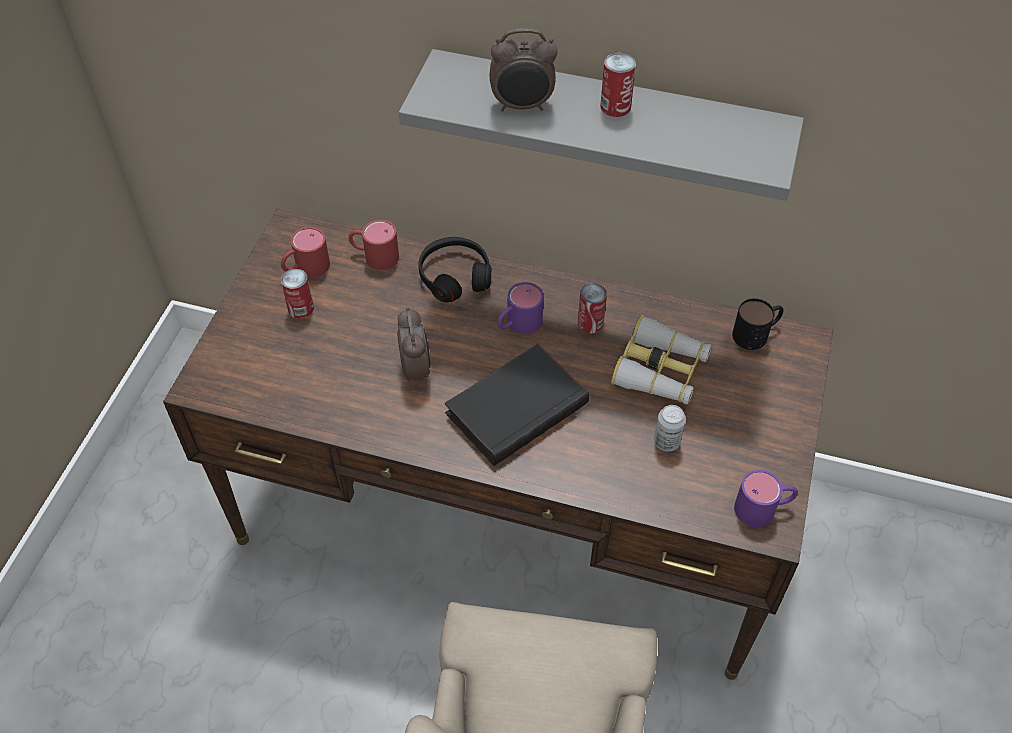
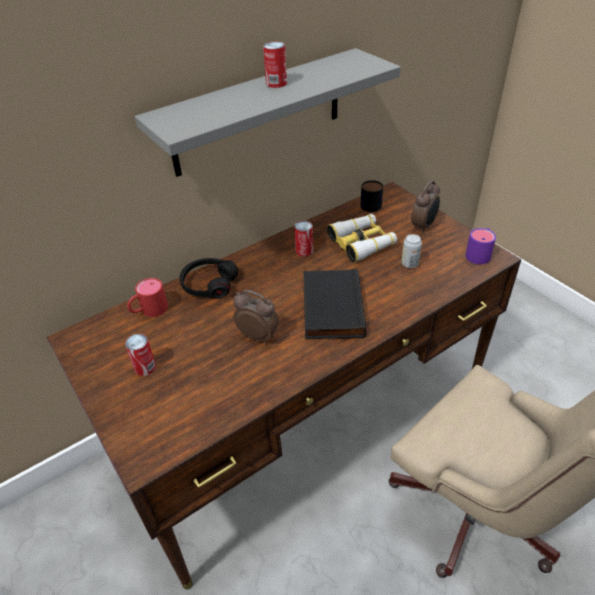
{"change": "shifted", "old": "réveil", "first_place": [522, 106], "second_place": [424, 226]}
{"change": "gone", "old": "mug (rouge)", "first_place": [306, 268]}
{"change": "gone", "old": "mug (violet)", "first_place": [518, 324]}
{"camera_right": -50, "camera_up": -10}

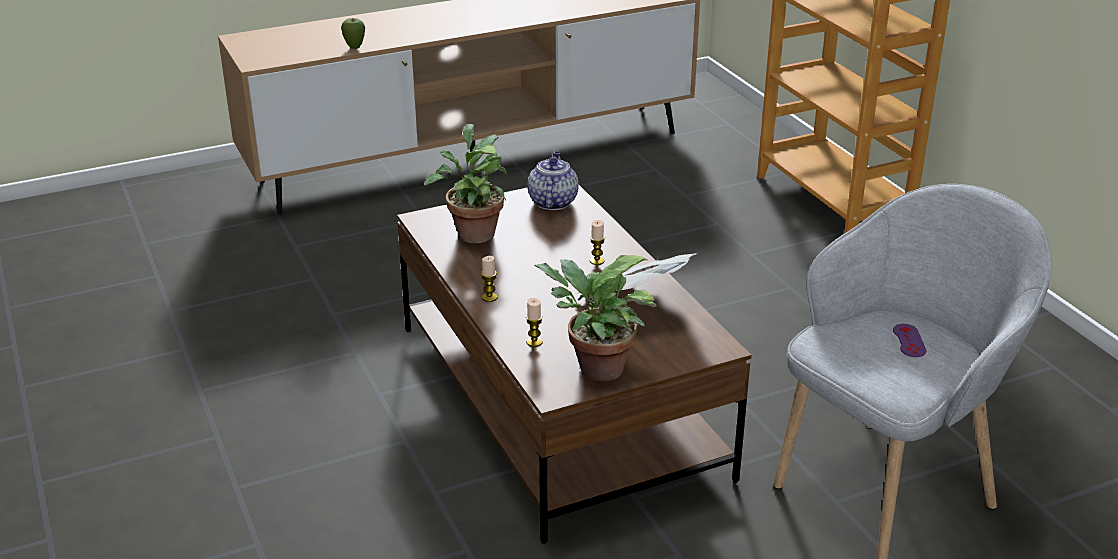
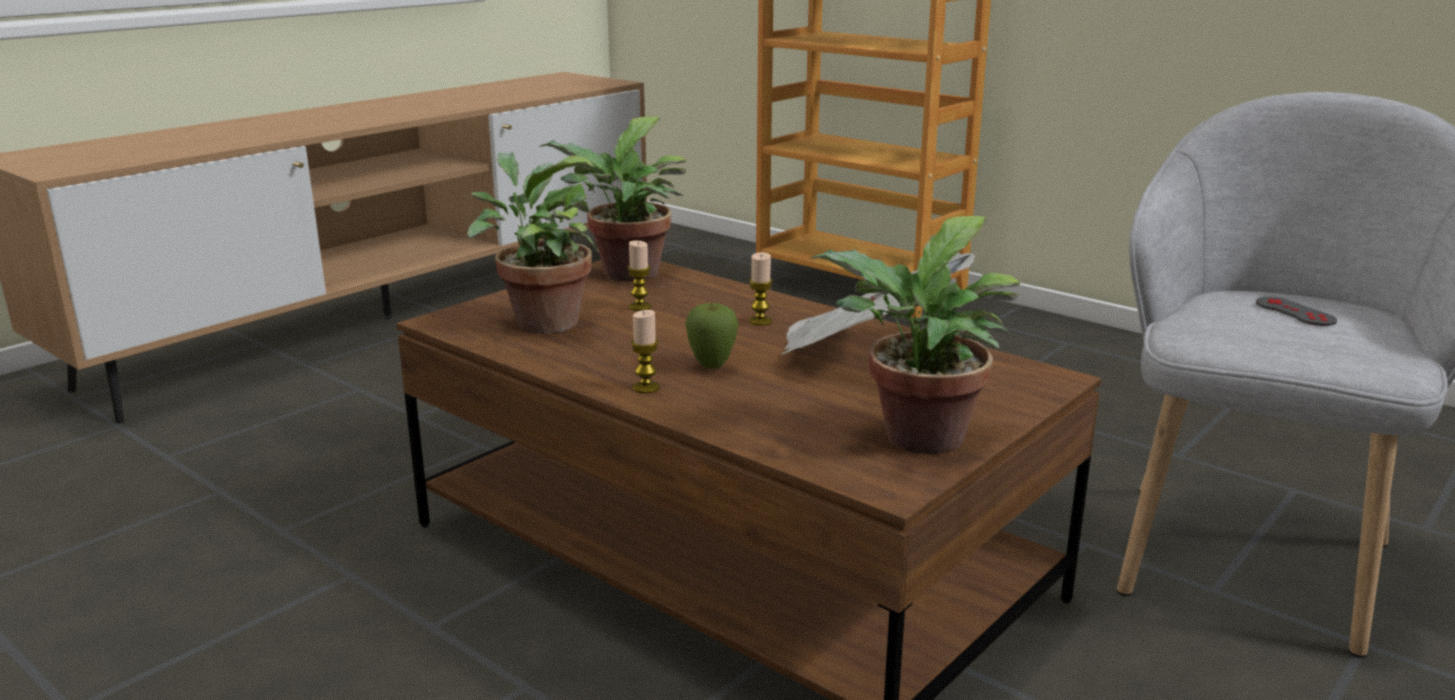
{"change": "swapped", "old": "théière", "new": "plante en pot", "first_place": [552, 202], "second_place": [625, 275]}
{"change": "shifted", "old": "bougie", "first_place": [534, 342], "second_place": [640, 307]}
{"change": "shifted", "old": "pomme", "first_place": [354, 48], "second_place": [712, 367]}
{"change": "repainted", "old": "manette (violet)", "new": "manette (gris)", "first_place": [909, 341], "second_place": [1295, 312]}
{"camera_right": -25, "camera_up": -10}

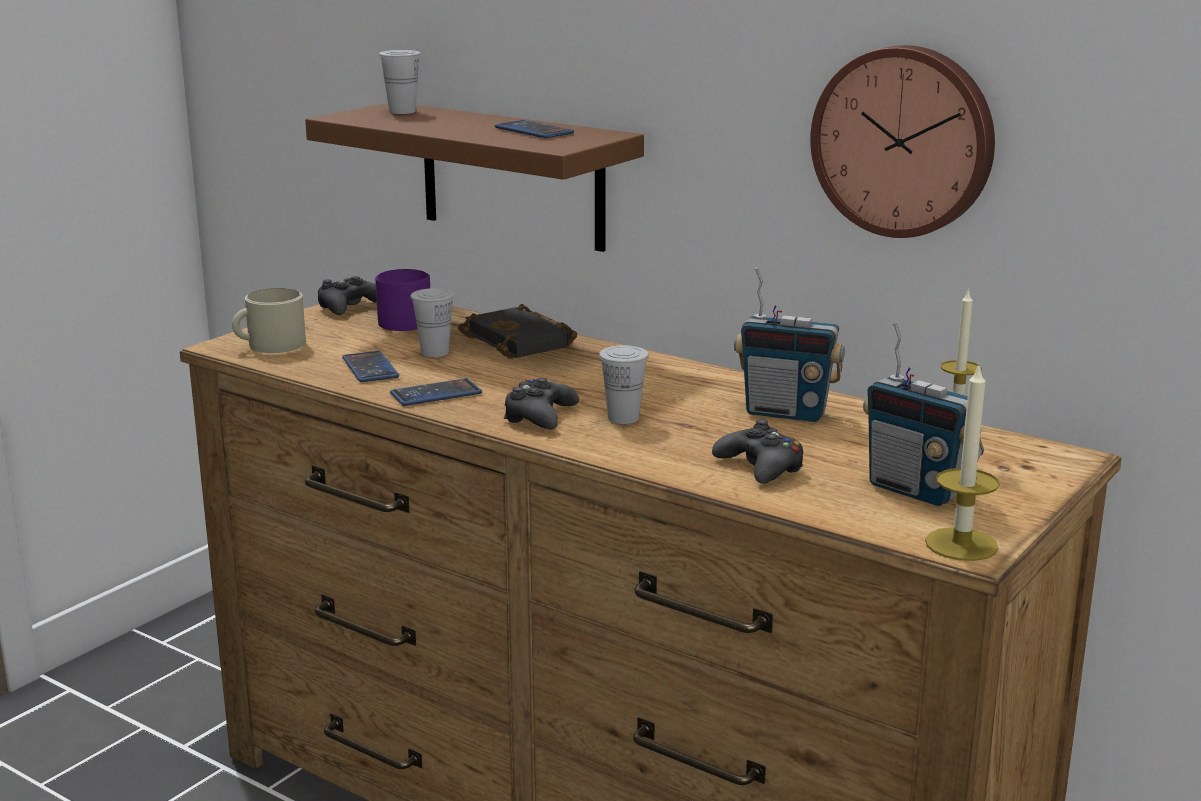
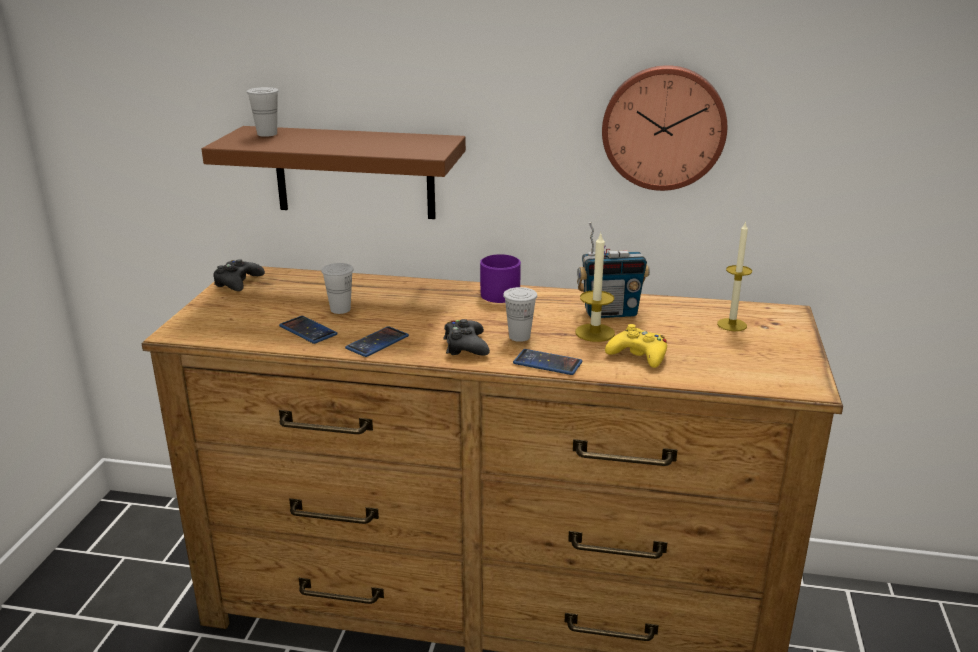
{"change": "shifted", "old": "mug (violet)", "first_place": [404, 320], "second_place": [496, 293]}
{"change": "shifted", "old": "téléphone", "first_place": [534, 131], "second_place": [547, 363]}
{"change": "shifted", "old": "bougie", "first_place": [961, 544], "second_place": [595, 333]}
{"change": "repainted", "old": "manette (noir)", "new": "manette (jaune)", "first_place": [760, 467], "second_place": [638, 355]}
{"change": "gone", "old": "mug (beige)", "first_place": [269, 345]}
{"change": "gone", "old": "livre (noir)", "first_place": [522, 341]}
{"change": "gone", "old": "radio", "first_place": [916, 490]}
{"camera_right": -25, "camera_up": 5}

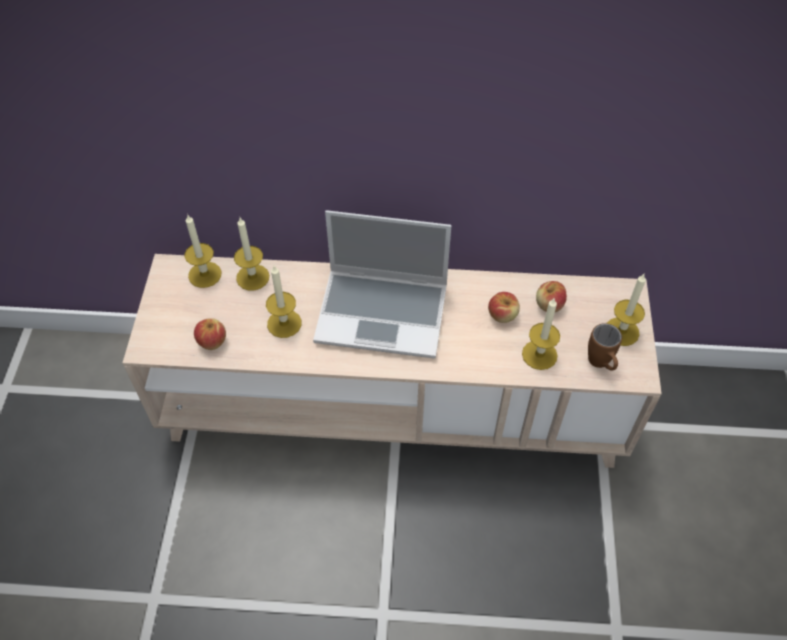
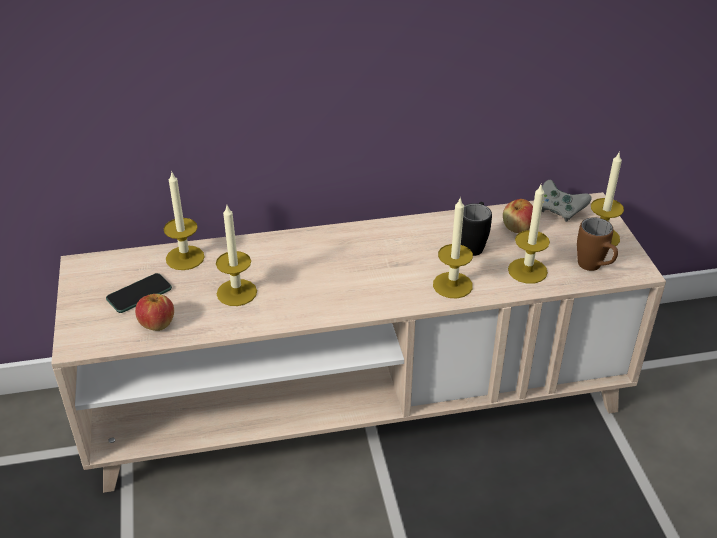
{"change": "new", "new": "téléphone", "second_place": [139, 294]}
{"change": "shifted", "old": "bougie", "first_place": [205, 274], "second_place": [452, 285]}
{"change": "swapped", "old": "pomme", "new": "mug (noir)", "first_place": [502, 315], "second_place": [473, 244]}
{"change": "new", "new": "manette (gris)", "second_place": [559, 211]}
{"change": "gone", "old": "ordinateur portable", "first_place": [384, 313]}
{"camera_right": -15, "camera_up": -15}

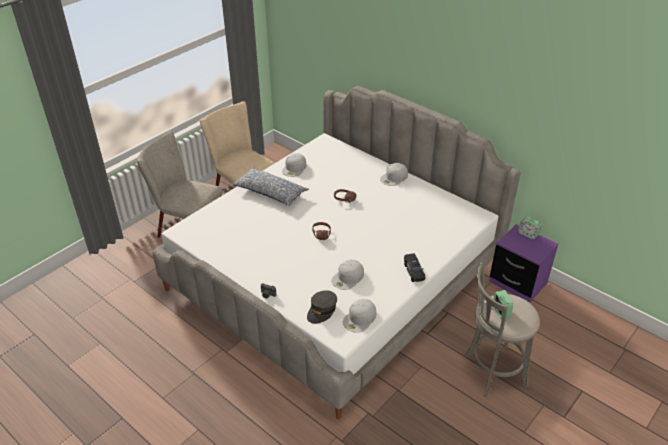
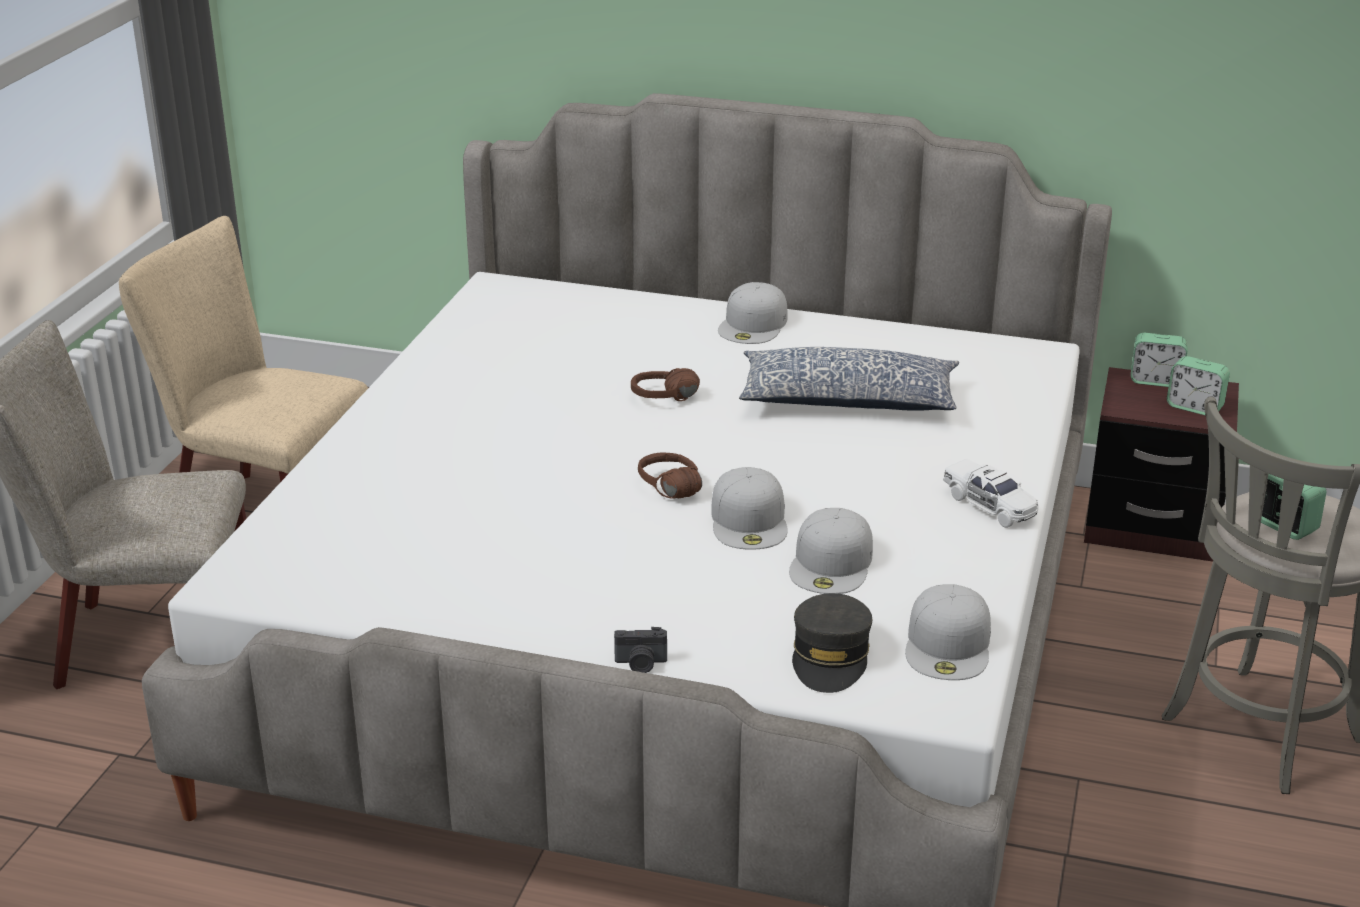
{"change": "shifted", "old": "casquette (blanc)", "first_place": [294, 168], "second_place": [750, 520]}
{"change": "shifted", "old": "coussin", "first_place": [270, 193], "second_place": [848, 402]}
{"change": "repainted", "old": "petite voiture (noir)", "new": "petite voiture (blanc)", "first_place": [414, 272], "second_place": [990, 506]}
{"change": "repainted", "old": "table de chevet (violet)", "new": "table de chevet (marron)", "first_place": [517, 282], "second_place": [1151, 527]}
{"change": "new", "new": "réveil", "second_place": [1194, 407]}
{"camera_right": -25, "camera_up": -10}

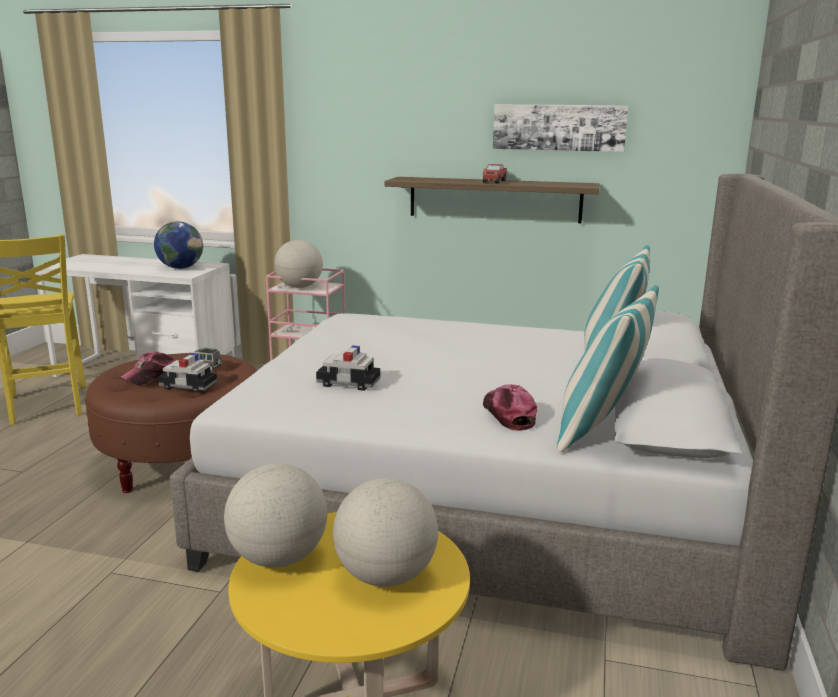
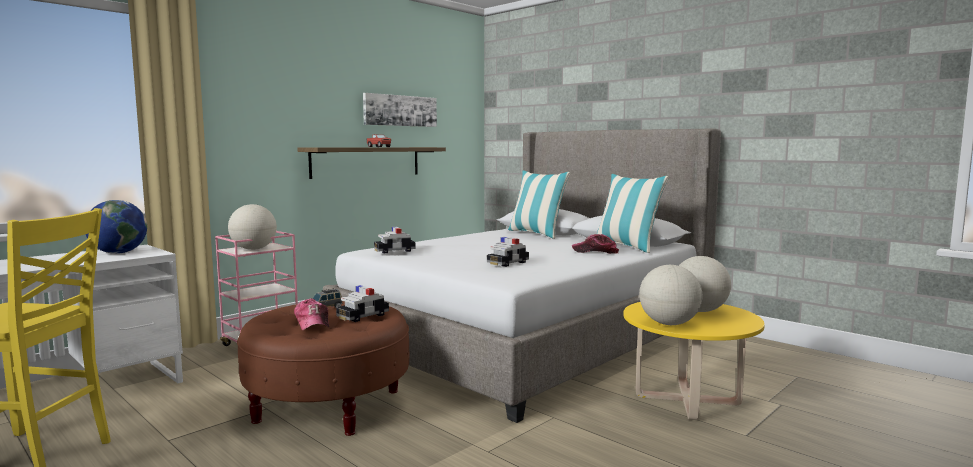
{"change": "new", "new": "petite voiture", "second_place": [394, 251]}
{"camera_right": -60, "camera_up": -10}

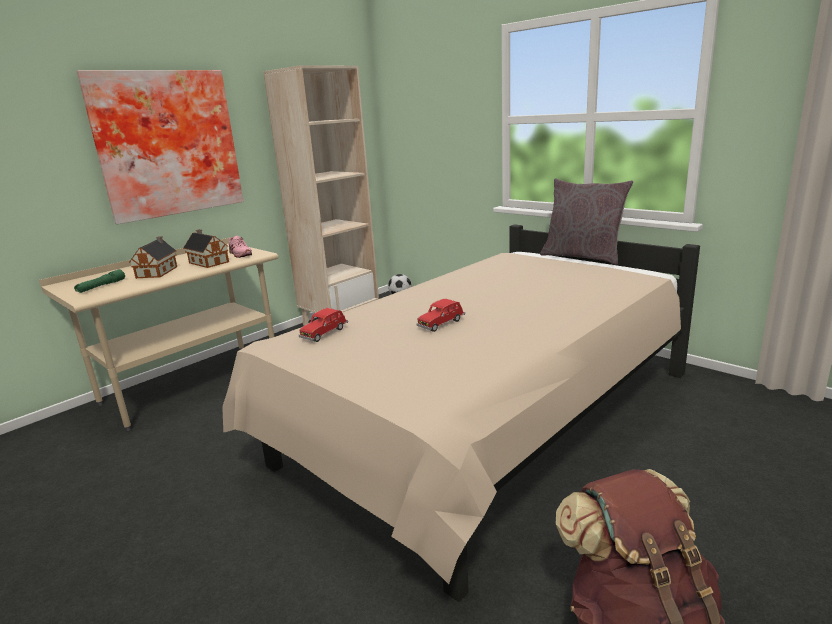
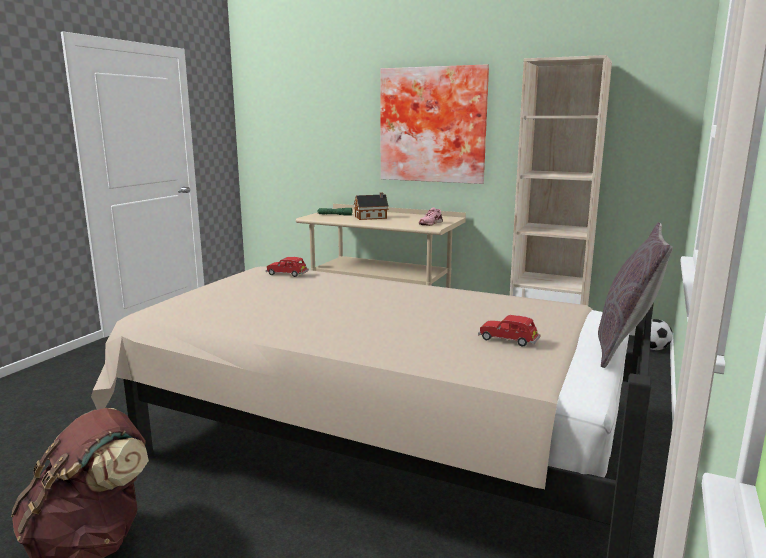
{"change": "shifted", "old": "petite voiture (rouge)", "first_place": [441, 324], "second_place": [508, 340]}
{"change": "gone", "old": "maison miniature", "first_place": [208, 262]}
{"camera_right": 70, "camera_up": -5}

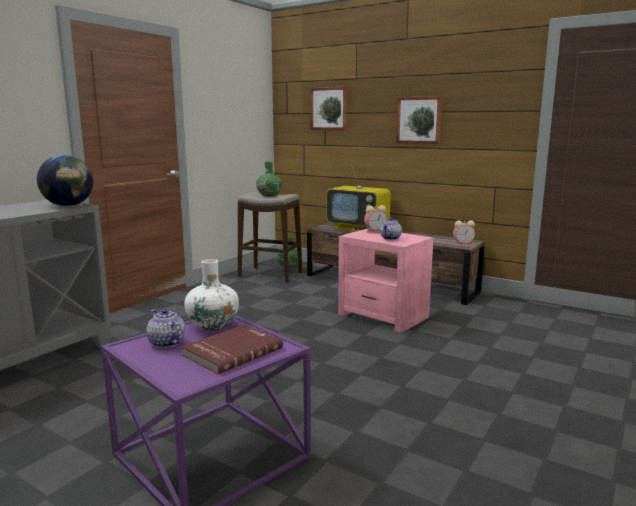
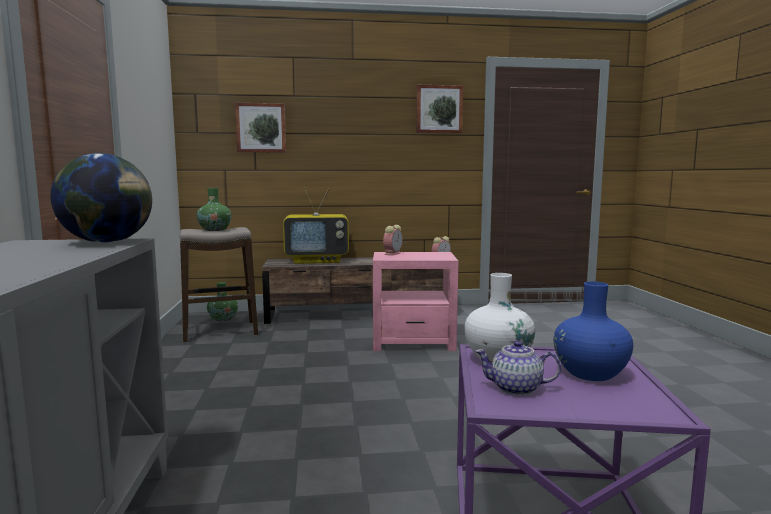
{"change": "shifted", "old": "tableau", "first_place": [419, 120], "second_place": [439, 109]}
{"change": "swapped", "old": "livre (rouge)", "new": "vase (bleu)", "first_place": [232, 351], "second_place": [590, 373]}
{"change": "gone", "old": "théière", "first_place": [391, 238]}
{"camera_right": -40, "camera_up": -5}

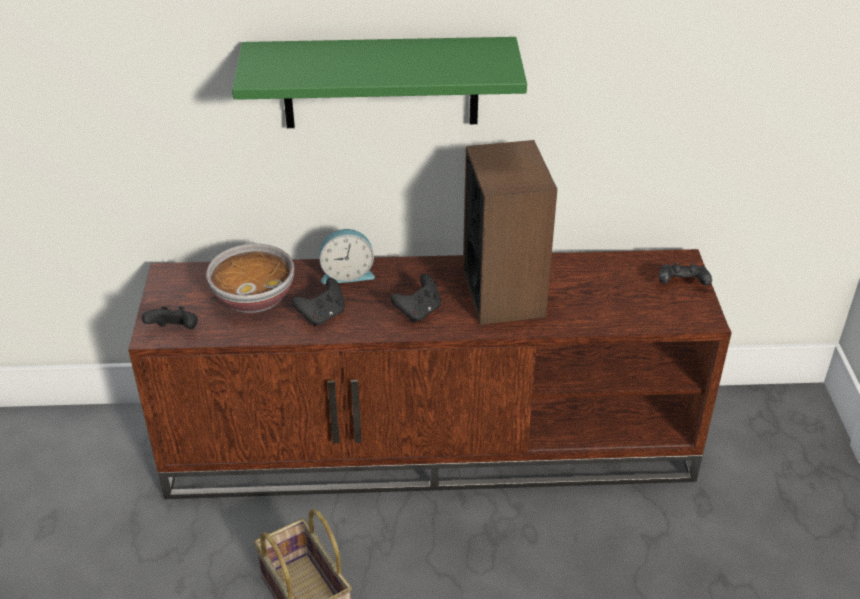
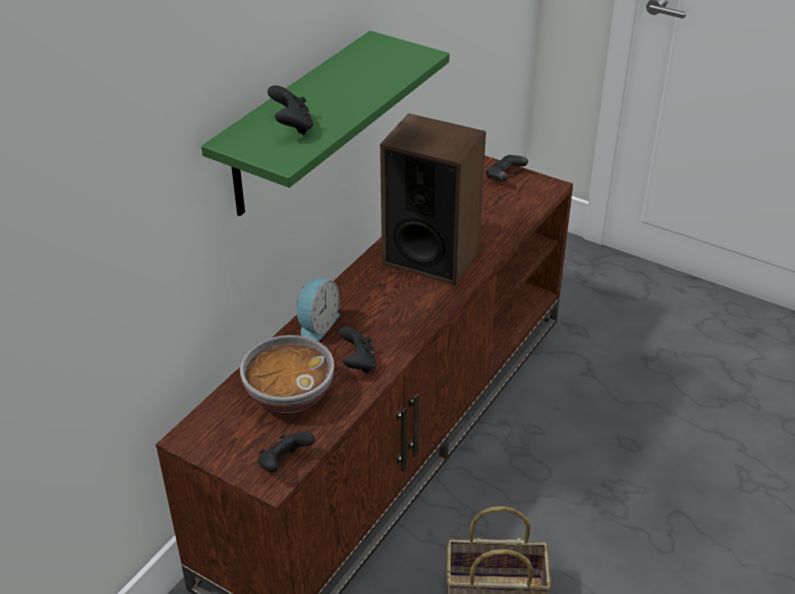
{"change": "shifted", "old": "manette (noir)", "first_place": [418, 311], "second_place": [292, 127]}
{"camera_right": -55, "camera_up": 0}

